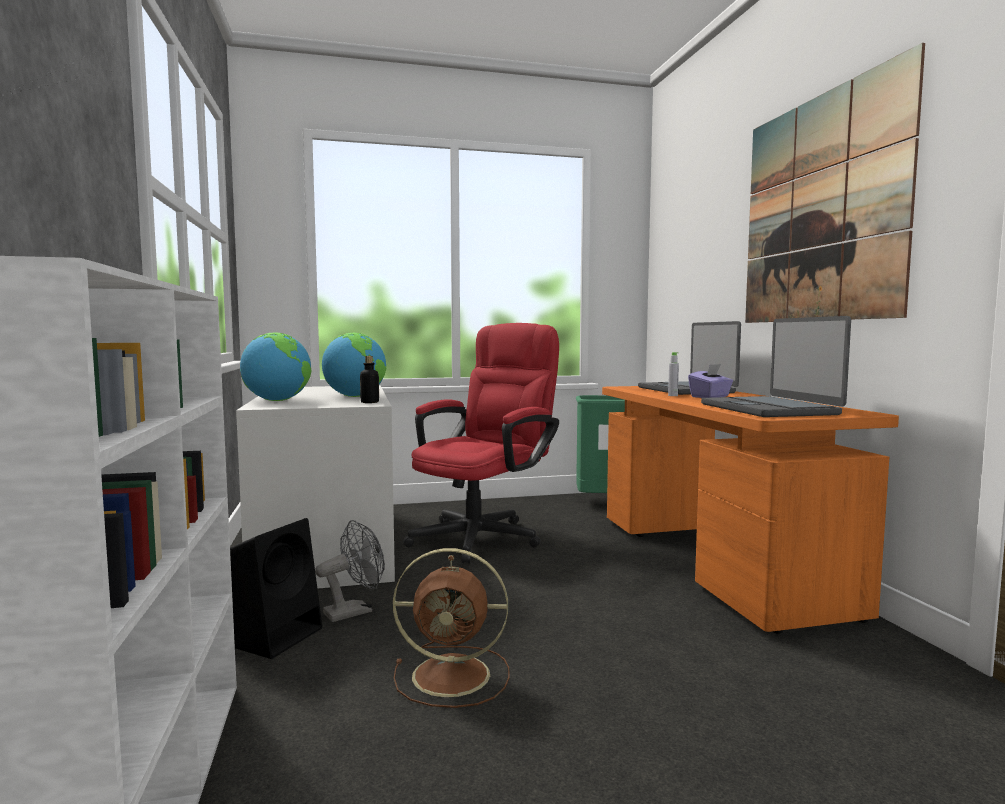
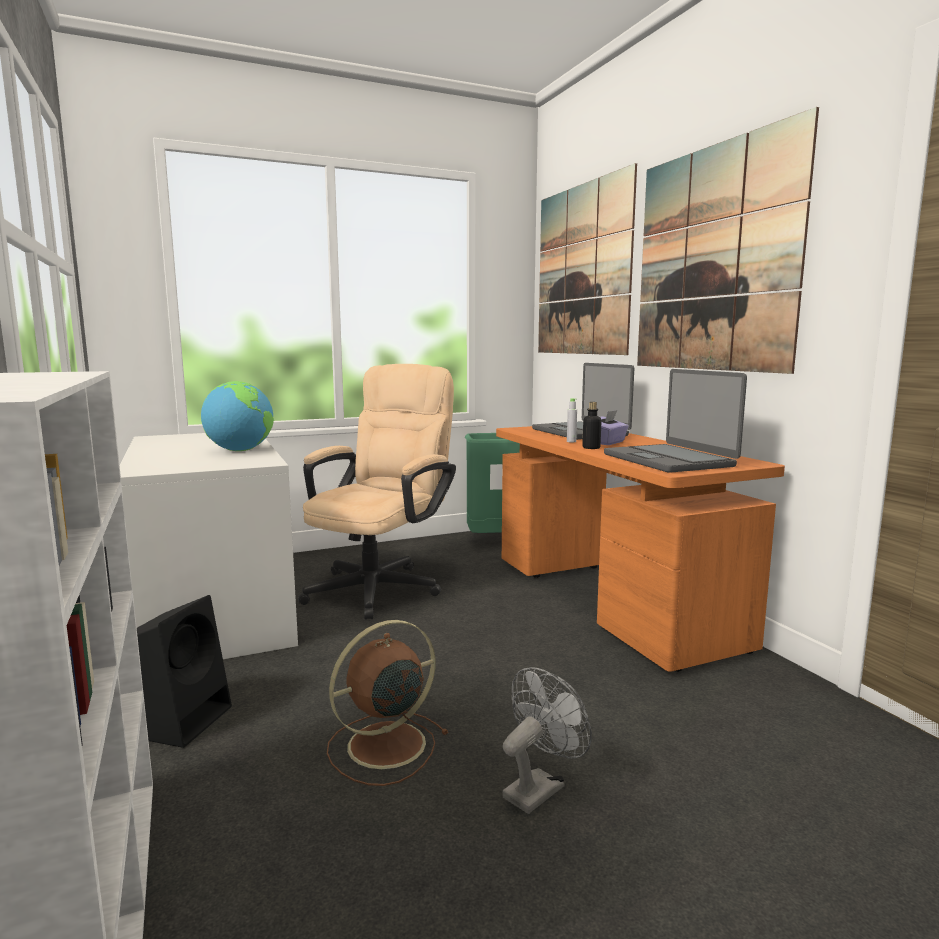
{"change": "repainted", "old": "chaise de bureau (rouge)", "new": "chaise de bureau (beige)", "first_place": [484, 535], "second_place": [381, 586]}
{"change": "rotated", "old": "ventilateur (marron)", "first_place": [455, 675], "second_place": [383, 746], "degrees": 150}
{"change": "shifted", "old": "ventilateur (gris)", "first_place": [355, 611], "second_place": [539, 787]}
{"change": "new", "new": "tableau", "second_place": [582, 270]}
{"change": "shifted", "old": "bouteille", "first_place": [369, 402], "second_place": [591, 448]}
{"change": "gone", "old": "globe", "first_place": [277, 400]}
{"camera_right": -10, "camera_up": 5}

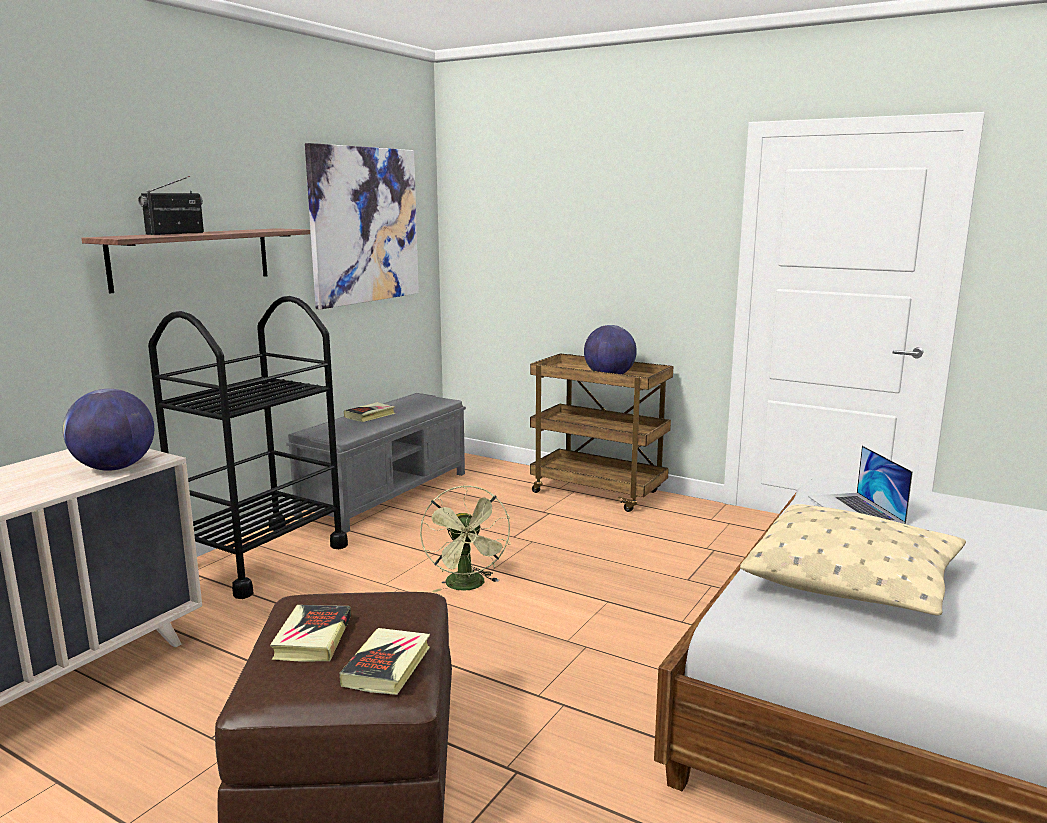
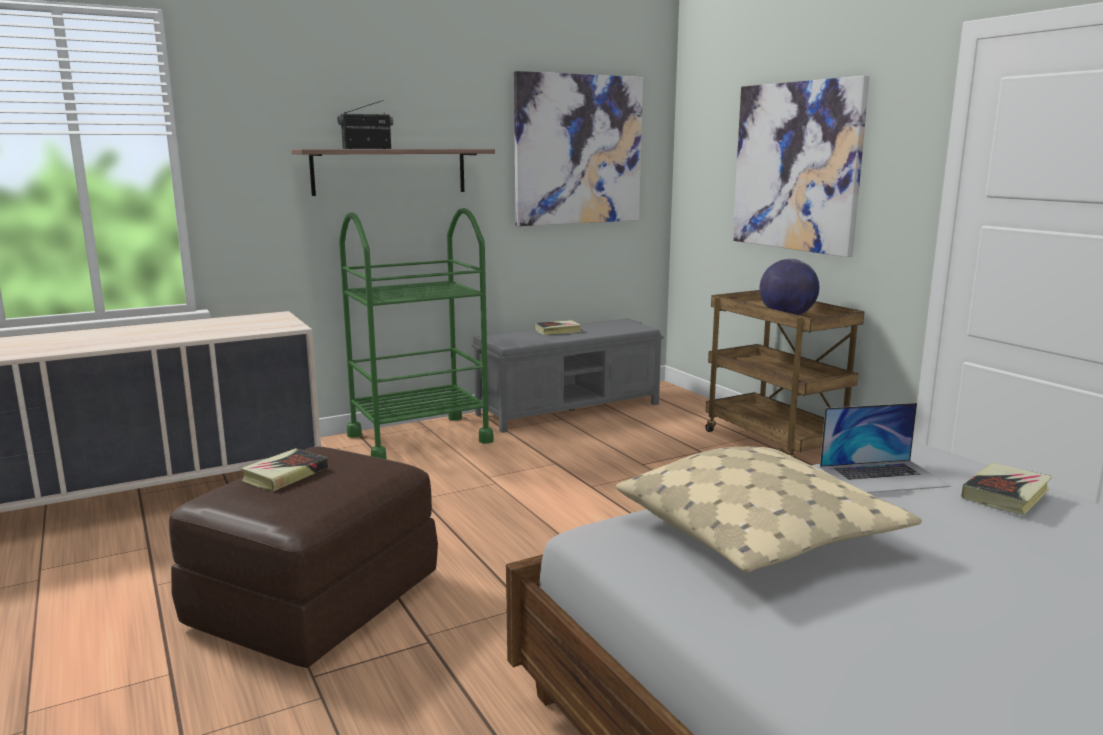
{"change": "repainted", "old": "chariot (noir)", "new": "chariot (vert)", "first_place": [261, 558], "second_place": [419, 438]}
{"change": "new", "new": "tableau", "second_place": [796, 166]}
{"change": "rotated", "old": "ordinateur portable", "first_place": [855, 509], "second_place": [883, 476], "degrees": -120}
{"change": "shifted", "old": "livre", "first_place": [387, 666], "second_place": [1005, 494]}
{"change": "gone", "old": "globe", "first_place": [114, 468]}
{"change": "gone", "old": "ventilateur (vert)", "first_place": [468, 586]}
{"camera_right": 30, "camera_up": 0}

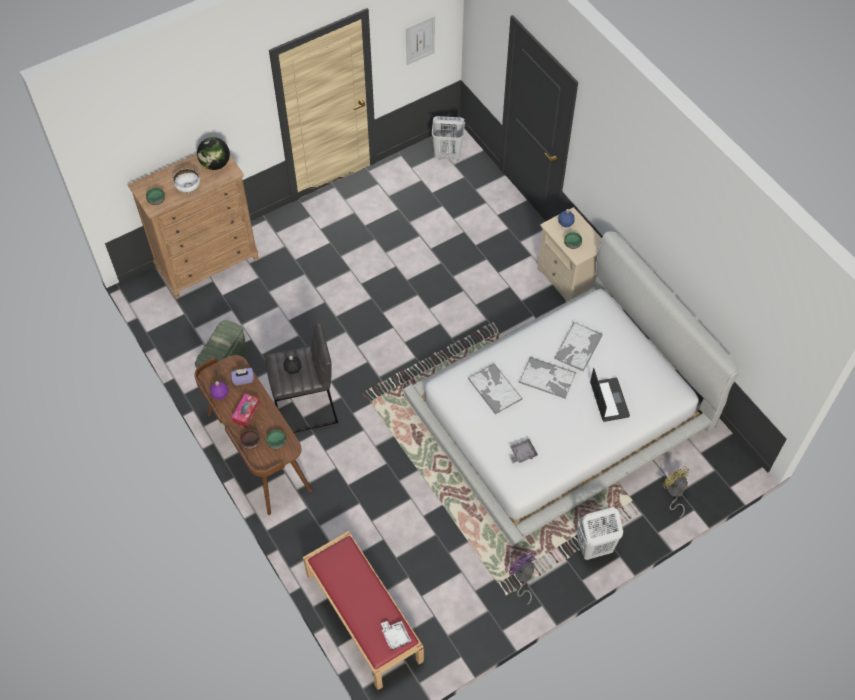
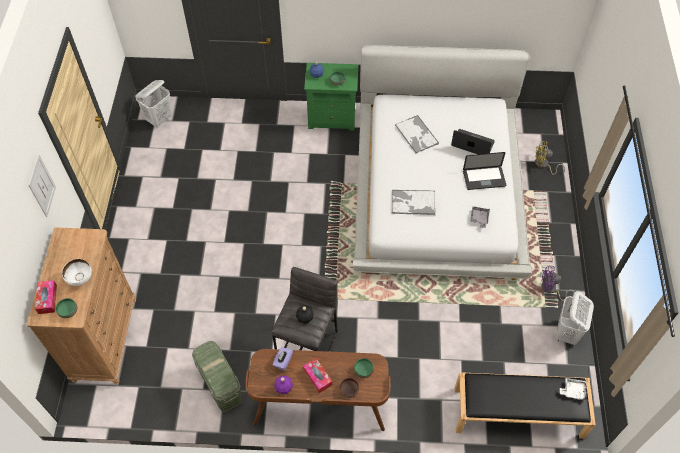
{"change": "shifted", "old": "tableau", "first_place": [420, 40], "second_place": [42, 186]}
{"change": "new", "new": "boîte à mouchoirs", "second_place": [47, 299]}
{"change": "repainted", "old": "table de chevet (beige)", "new": "table de chevet (vert)", "first_place": [568, 279], "second_place": [332, 117]}
{"change": "repainted", "old": "banc (rouge)", "new": "banc (noir)", "first_place": [362, 616], "second_place": [517, 413]}
{"change": "new", "new": "ordinateur portable", "second_place": [484, 178]}
{"change": "shifted", "old": "panier à linge (blanc)", "first_place": [594, 548], "second_place": [566, 333]}
{"change": "gone", "old": "globe", "first_place": [215, 164]}
{"change": "gone", "old": "plateau", "first_place": [548, 378]}
{"camera_right": -55, "camera_up": 0}

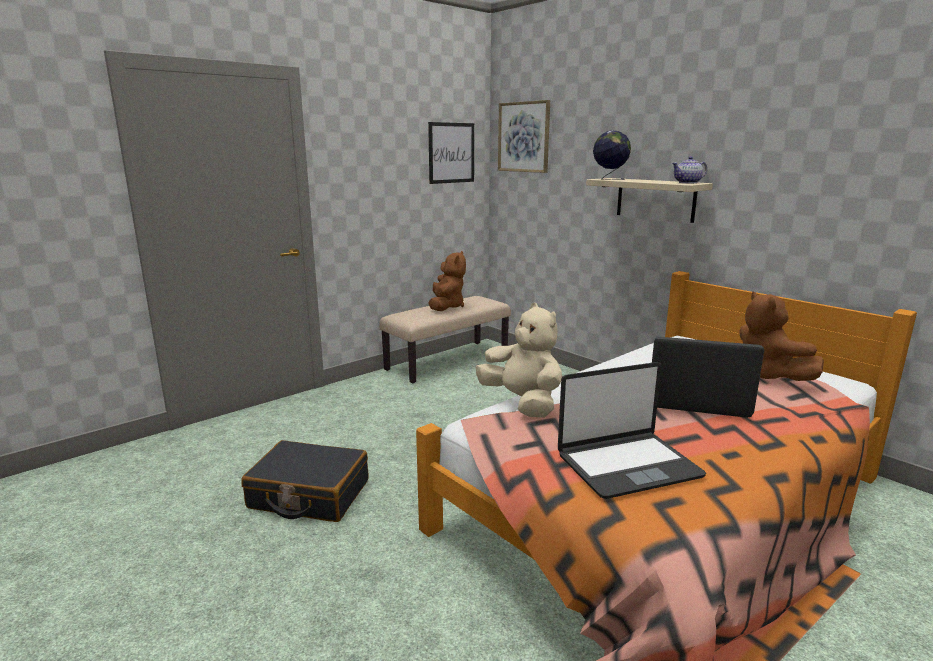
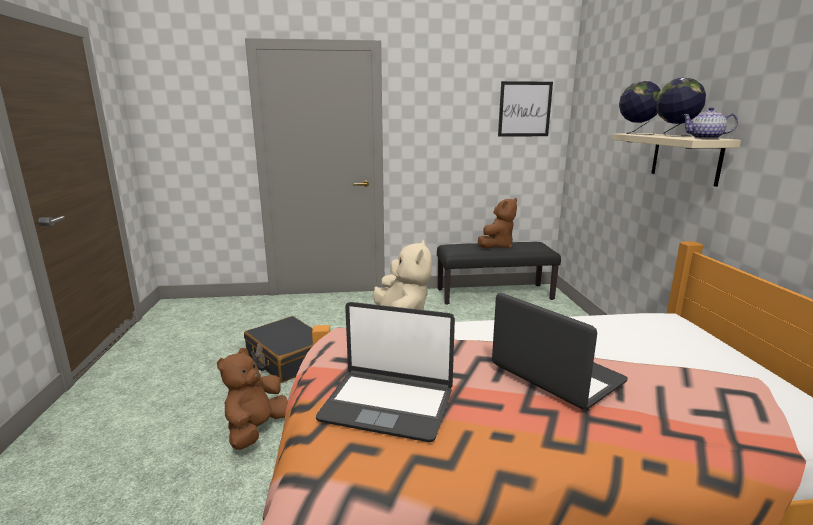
{"change": "shifted", "old": "peluche (marron)", "first_place": [767, 376], "second_place": [256, 430]}
{"change": "repainted", "old": "banc (beige)", "new": "banc (noir)", "first_place": [447, 361], "second_place": [494, 294]}
{"change": "new", "new": "globe", "second_place": [674, 136]}
{"change": "gone", "old": "tableau", "first_place": [524, 137]}
{"camera_right": 35, "camera_up": 0}

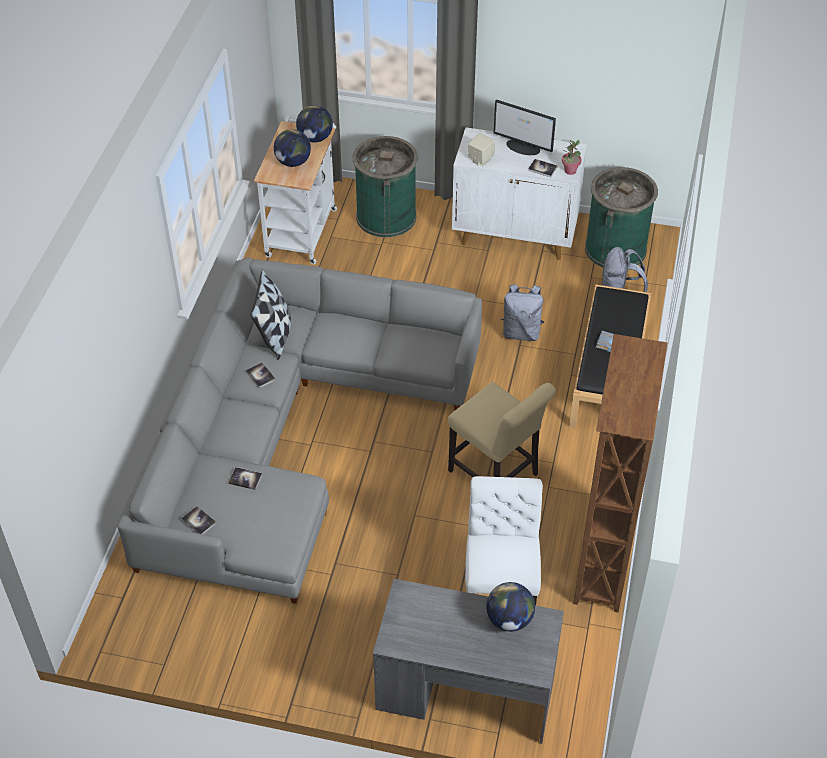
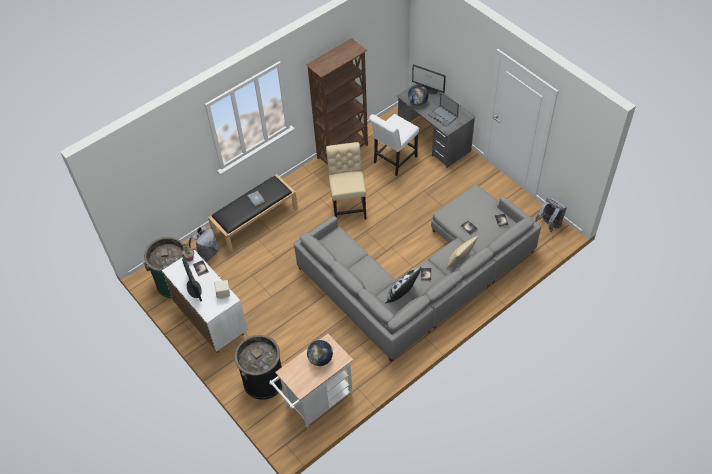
{"change": "repainted", "old": "poubelle (vert)", "new": "poubelle (noir)", "first_place": [386, 216], "second_place": [263, 380]}
{"change": "new", "new": "écran d'ordinateur", "second_place": [428, 89]}
{"change": "new", "new": "ordinateur portable", "second_place": [443, 116]}
{"change": "new", "new": "coussin", "second_place": [460, 261]}
{"change": "shifted", "old": "sac à dos (gris)", "first_place": [521, 332], "second_place": [549, 224]}
{"change": "gone", "old": "globe", "first_place": [315, 138]}
{"camera_right": -140, "camera_up": 5}

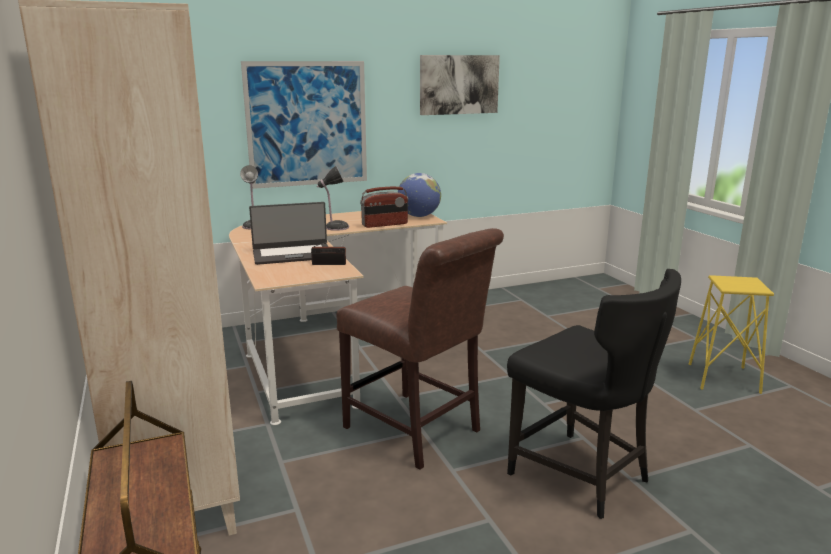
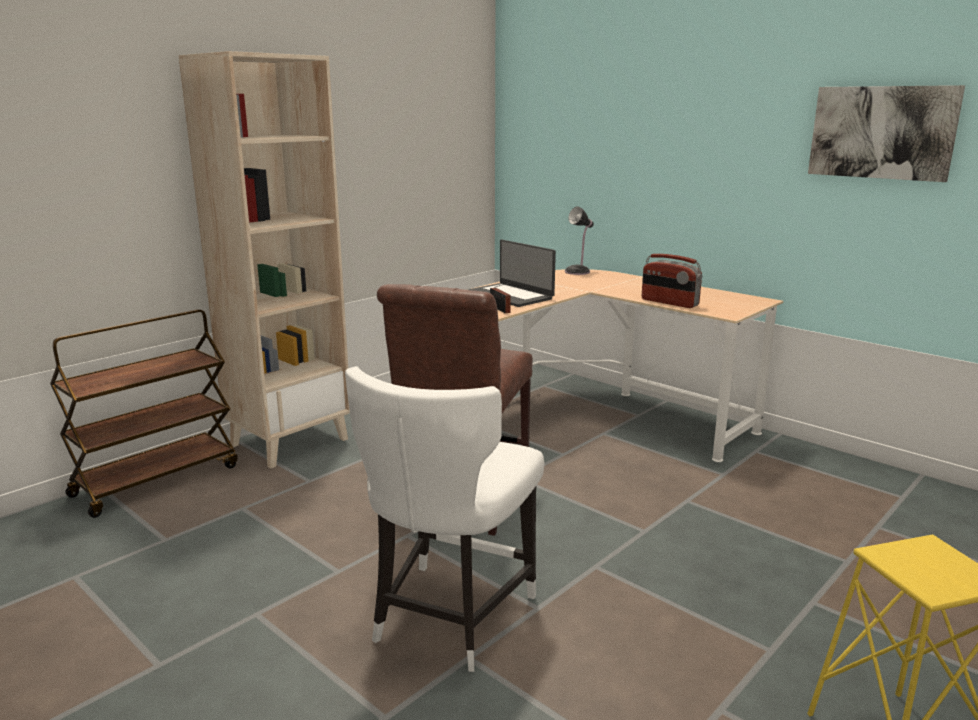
{"change": "repainted", "old": "chaise (noir)", "new": "chaise (blanc)", "first_place": [582, 476], "second_place": [449, 618]}
{"change": "gone", "old": "tableau", "first_place": [307, 124]}
{"change": "gone", "old": "lampe de table", "first_place": [335, 227]}
{"change": "gone", "old": "globe", "first_place": [419, 216]}
{"camera_right": 65, "camera_up": 0}

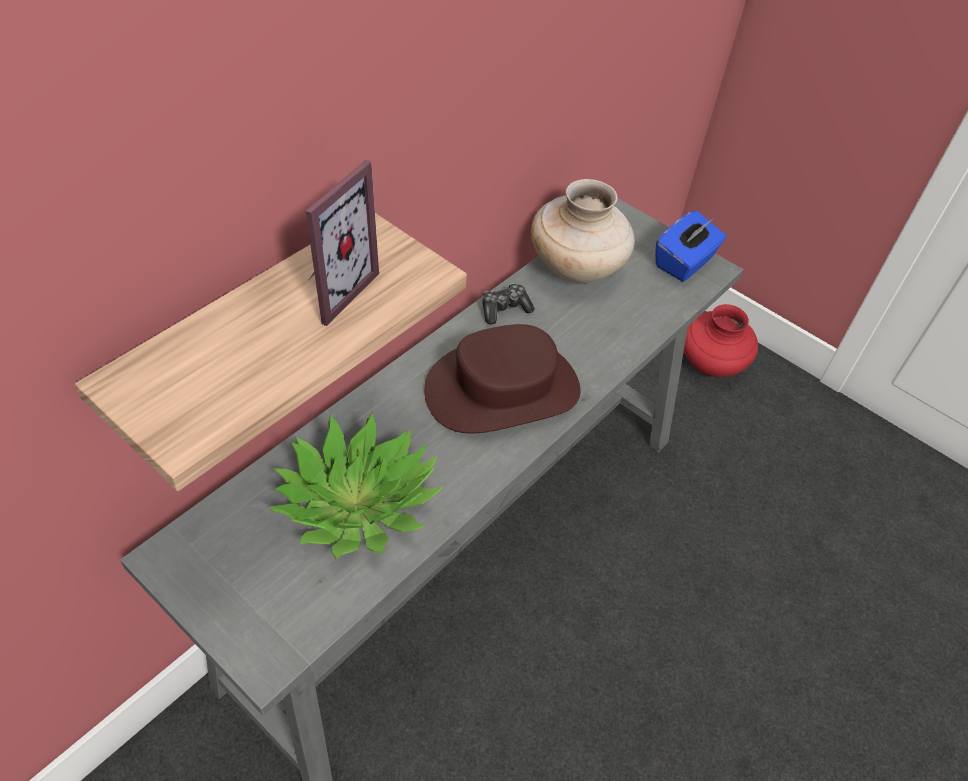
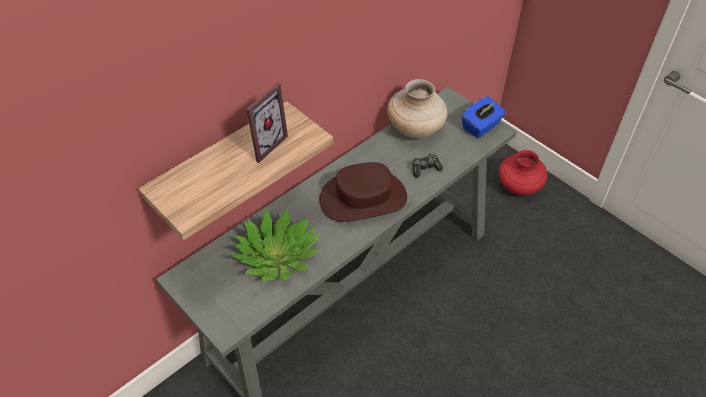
{"change": "shifted", "old": "manette", "first_place": [504, 309], "second_place": [425, 168]}
{"camera_right": 10, "camera_up": 0}

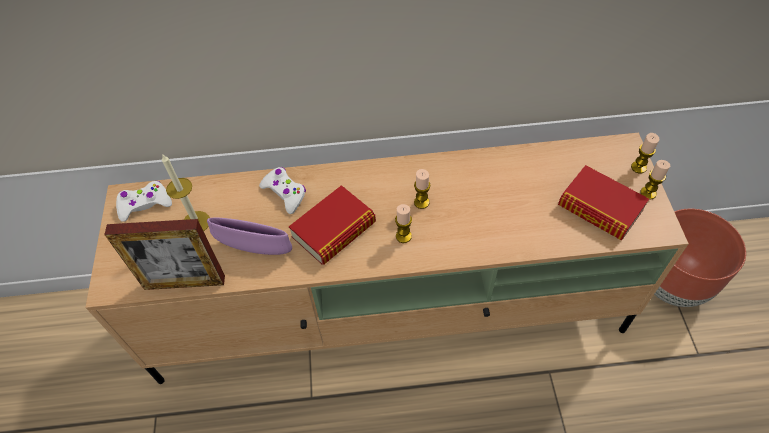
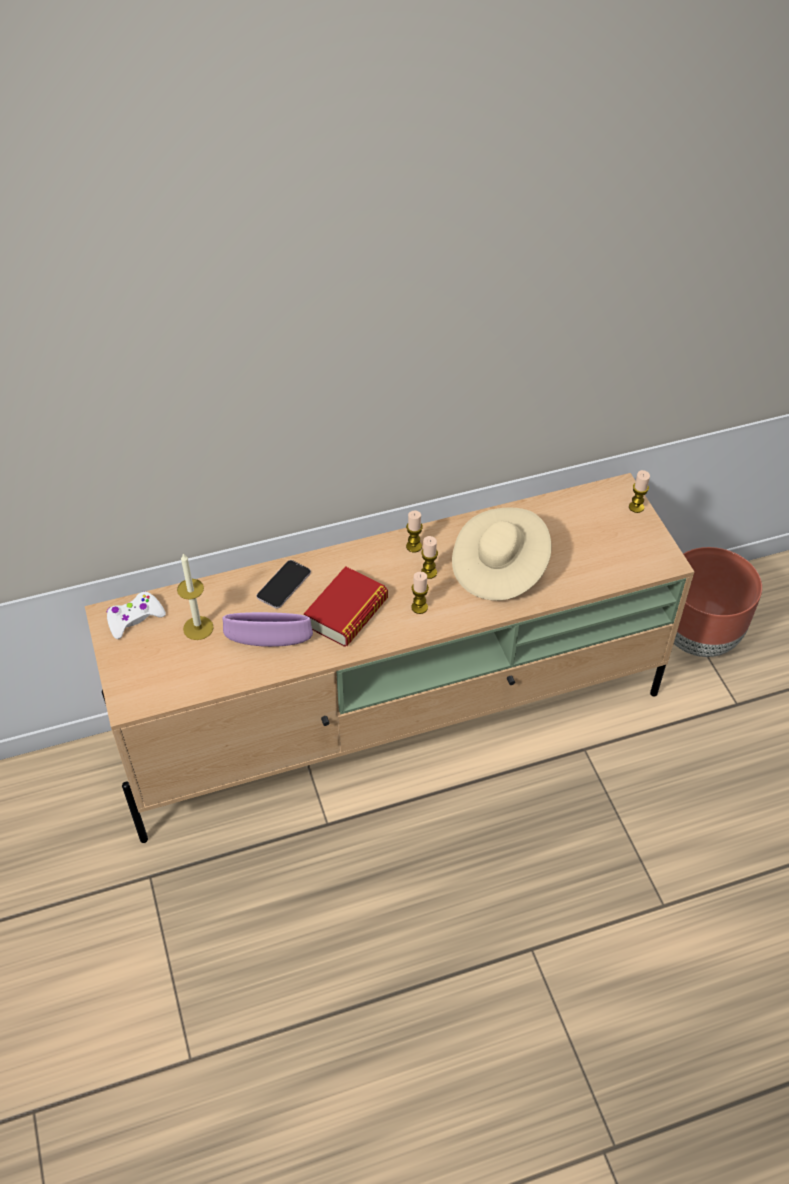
{"change": "swapped", "old": "manette (blanc)", "new": "téléphone", "first_place": [285, 193], "second_place": [284, 585]}
{"change": "shifted", "old": "bougie", "first_place": [648, 193], "second_place": [414, 546]}
{"change": "new", "new": "chapeau (beige)", "second_place": [499, 569]}
{"change": "gone", "old": "cadre photo", "first_place": [184, 282]}
{"change": "gone", "old": "livre", "first_place": [600, 208]}
{"camera_right": -15, "camera_up": -5}

